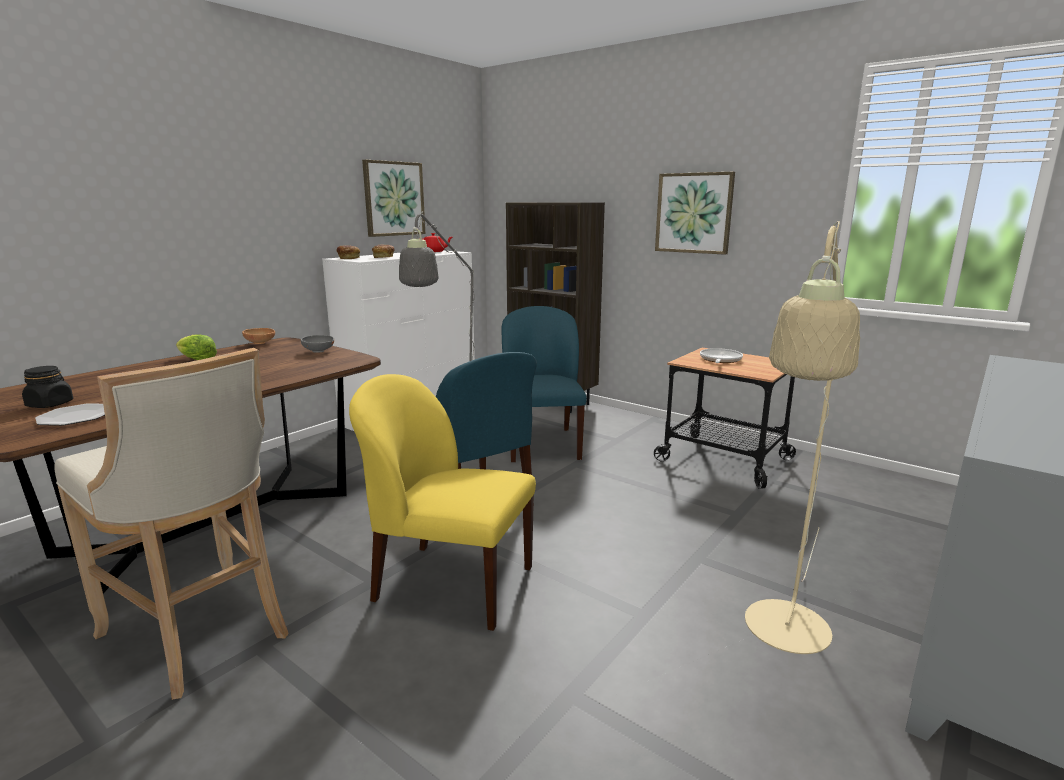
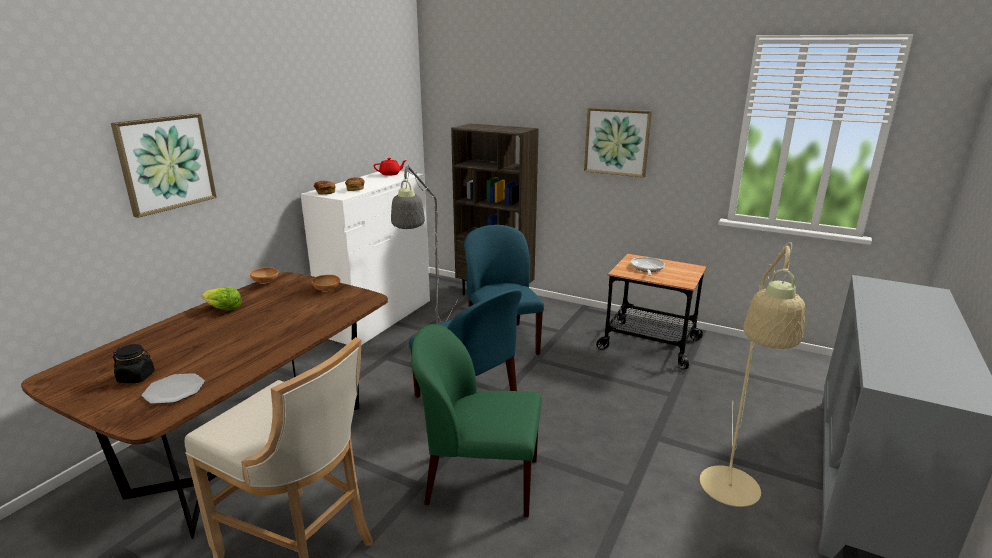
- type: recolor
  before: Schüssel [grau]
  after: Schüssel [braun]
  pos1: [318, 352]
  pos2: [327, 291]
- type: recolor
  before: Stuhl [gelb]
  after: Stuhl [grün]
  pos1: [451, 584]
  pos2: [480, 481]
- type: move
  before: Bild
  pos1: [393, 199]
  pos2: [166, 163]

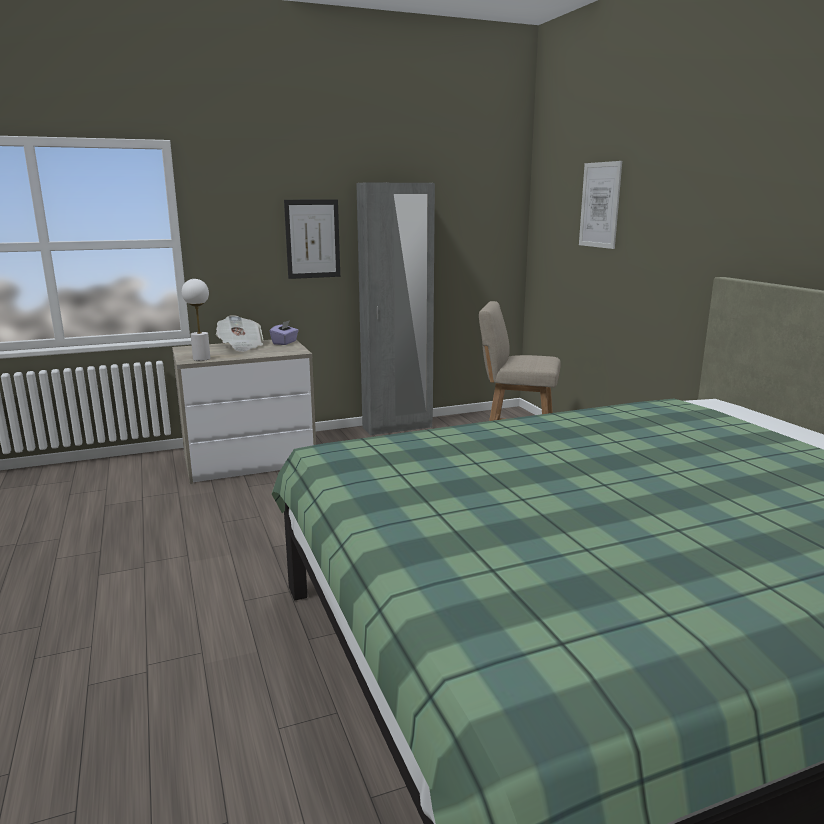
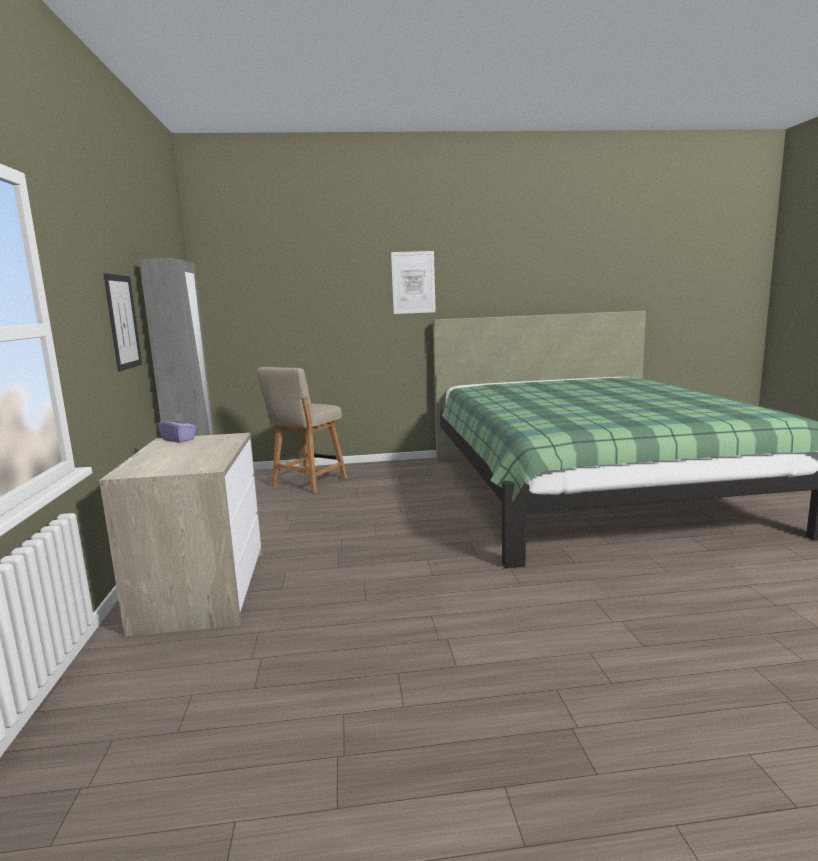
- type: delete
  before: Tischlampe [weiß]
  pos1: [201, 359]
- type: delete
  before: Zeitung
  pos1: [241, 346]
- type: move
  before: Bild
  pos1: [600, 205]
  pos2: [413, 282]

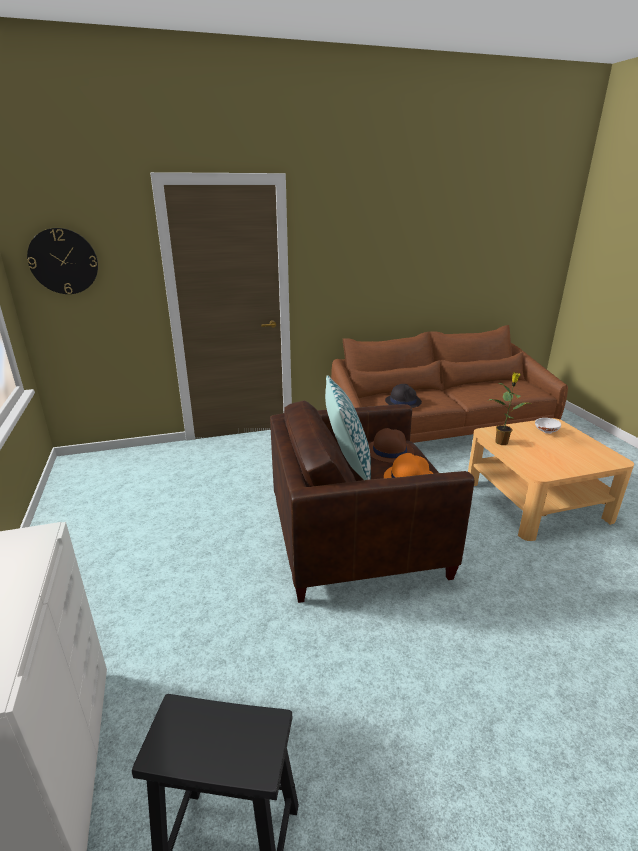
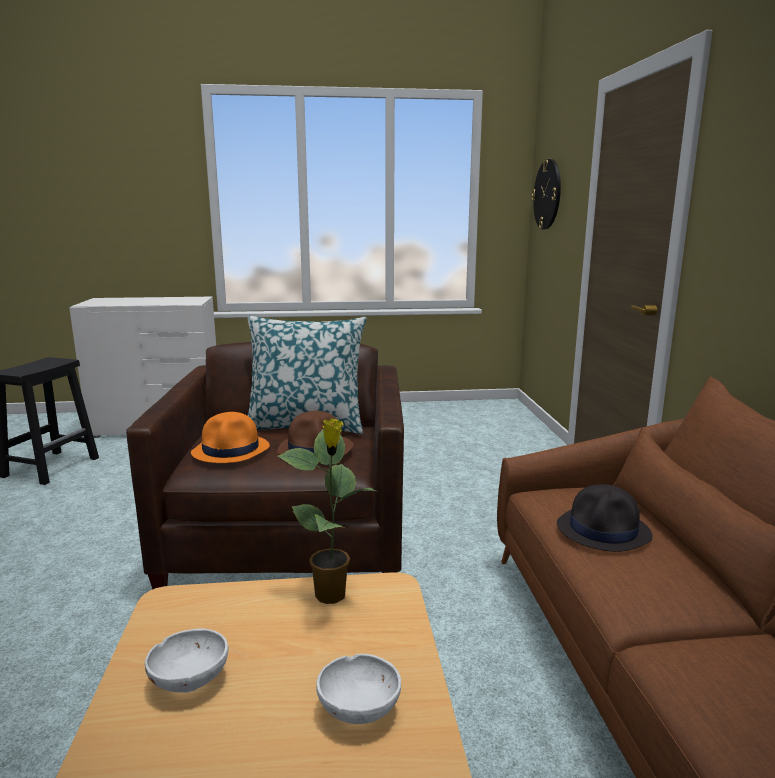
- type: insert
  after: Schüssel [weiß]
  pos2: [190, 679]

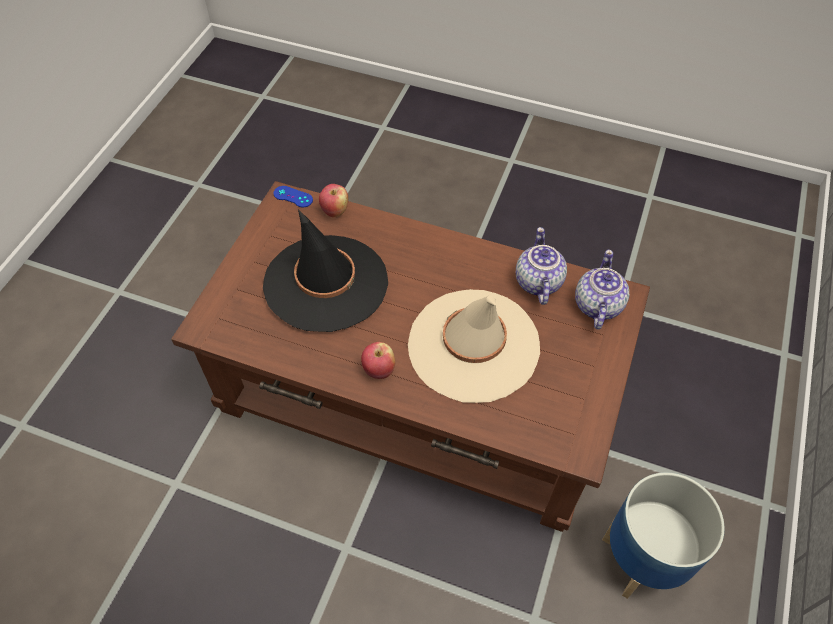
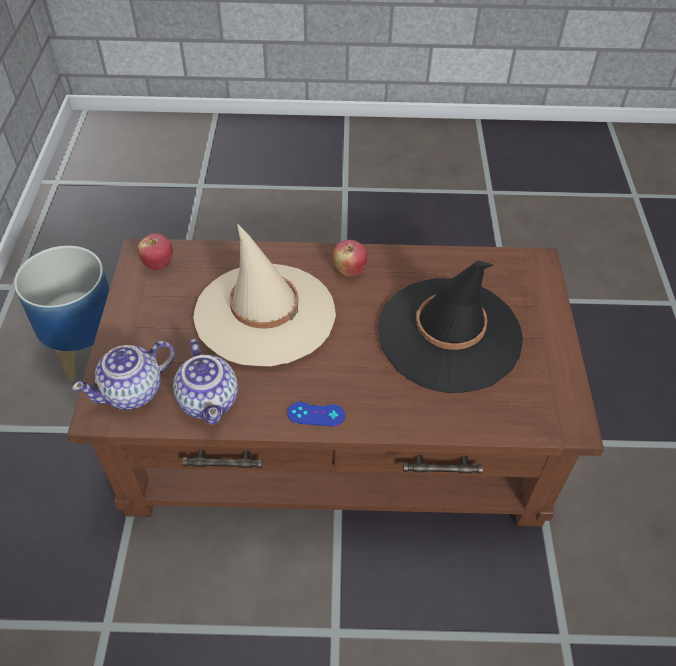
- type: move
  before: Gamepad [blau]
  pos1: [293, 197]
  pos2: [316, 414]
- type: move
  before: Apfel
  pos1: [335, 211]
  pos2: [158, 264]
- type: rotate
  before: Teekanne
  pos1: [597, 305]
  pos2: [133, 391]
  turn: 60

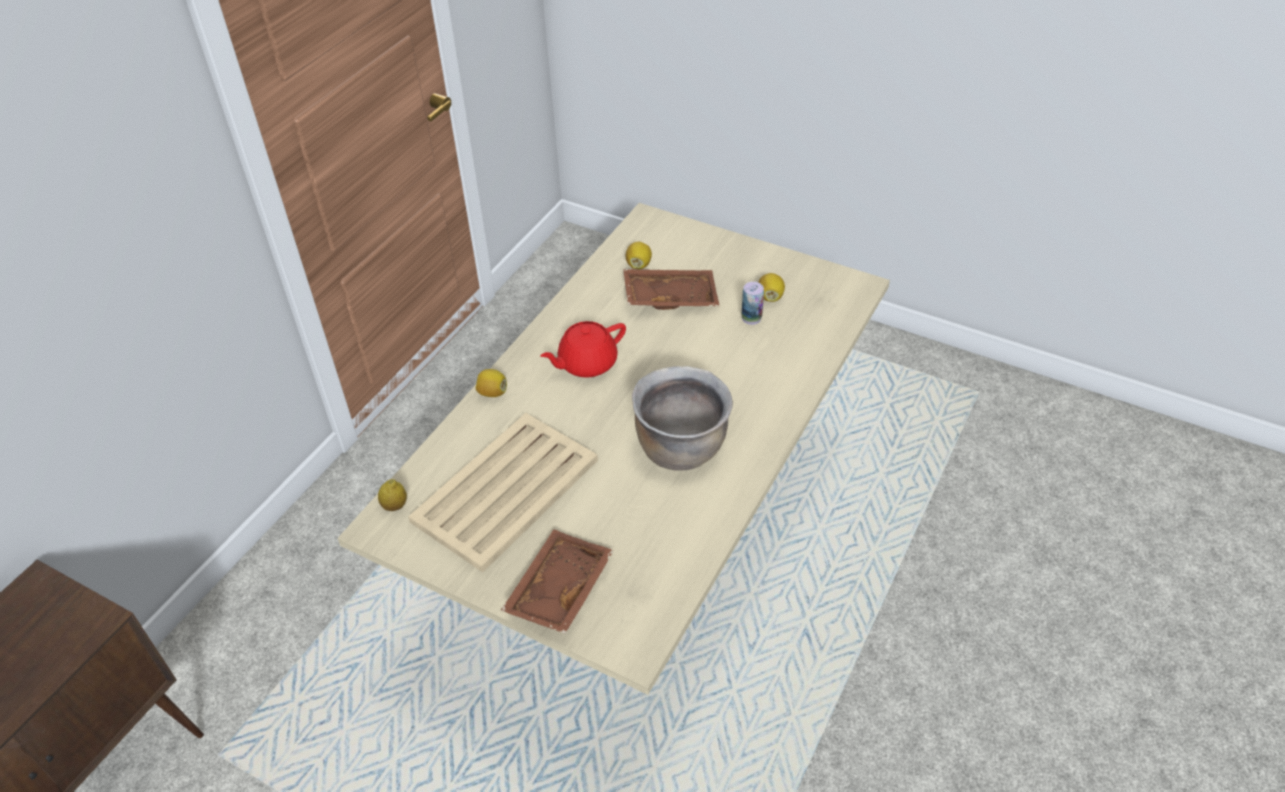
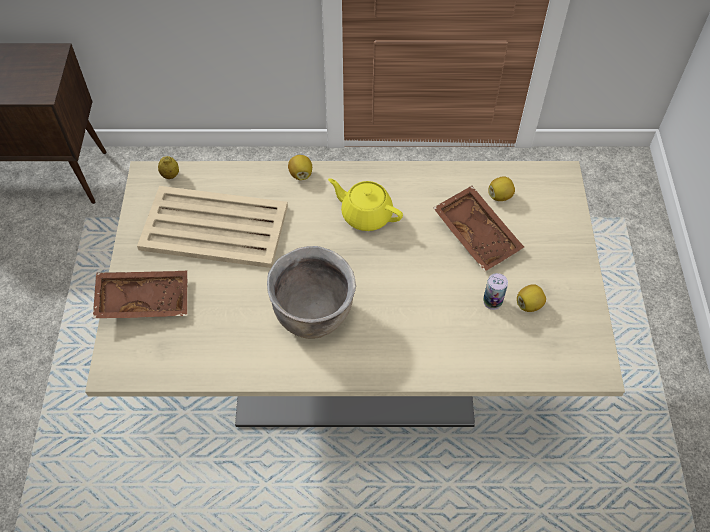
- type: recolor
  before: Teekanne [rot]
  after: Teekanne [gelb]
  pos1: [586, 363]
  pos2: [365, 214]

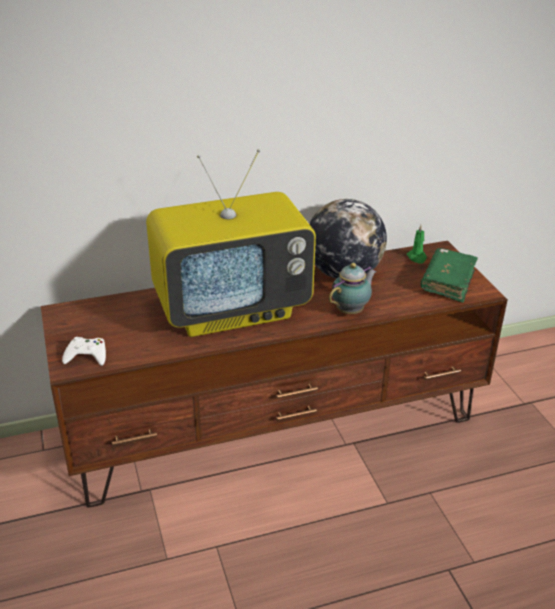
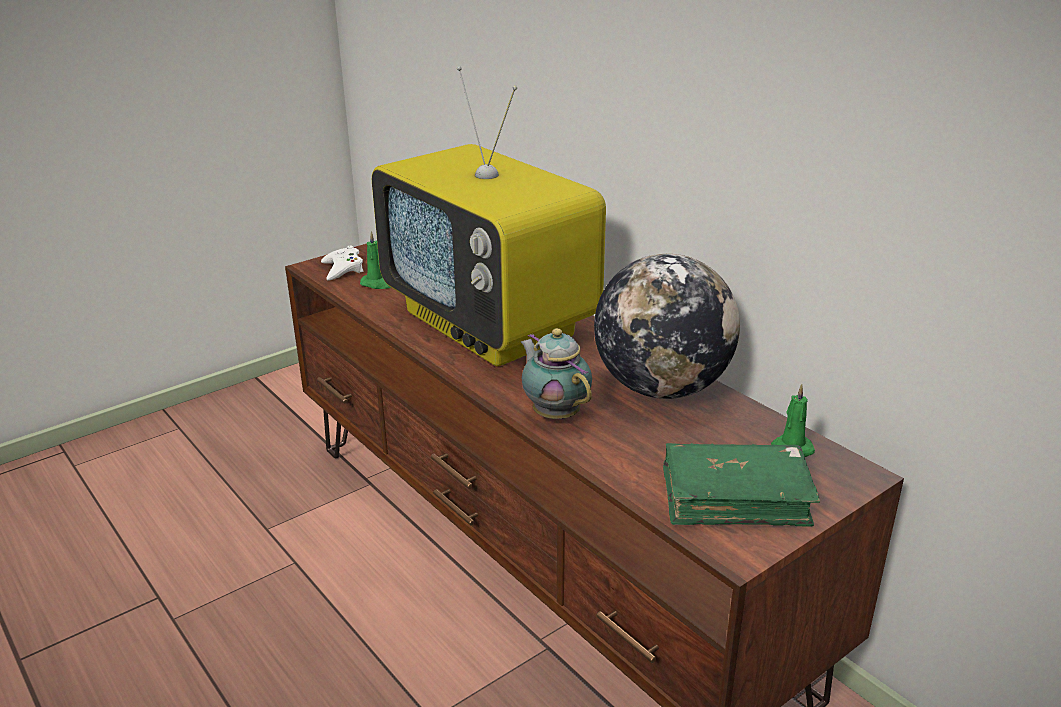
- type: rotate
  before: Teekanne
  pos1: [351, 311]
  pos2: [555, 413]
  turn: -150
- type: insert
  after: Kerze [grün]
  pos2: [377, 284]

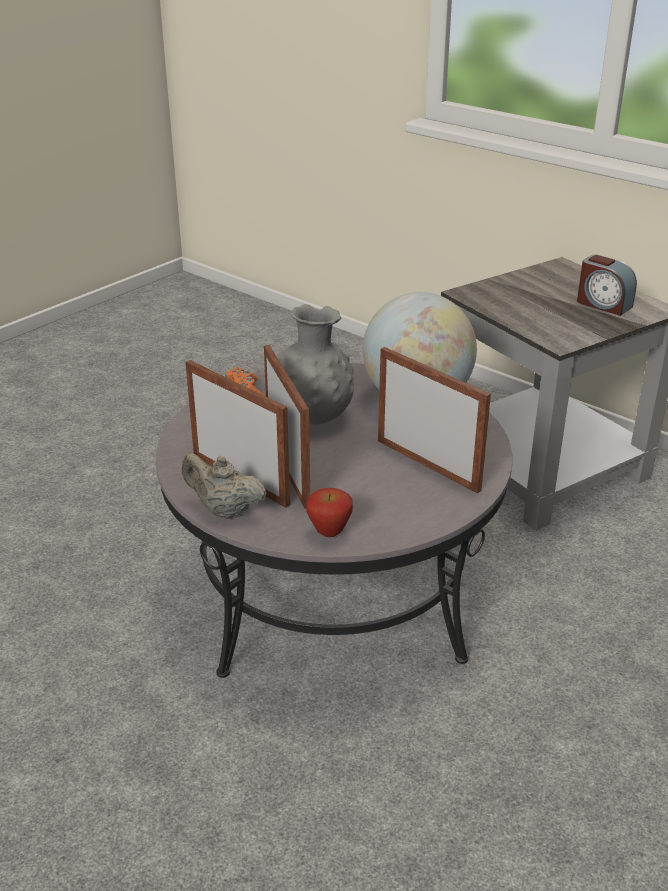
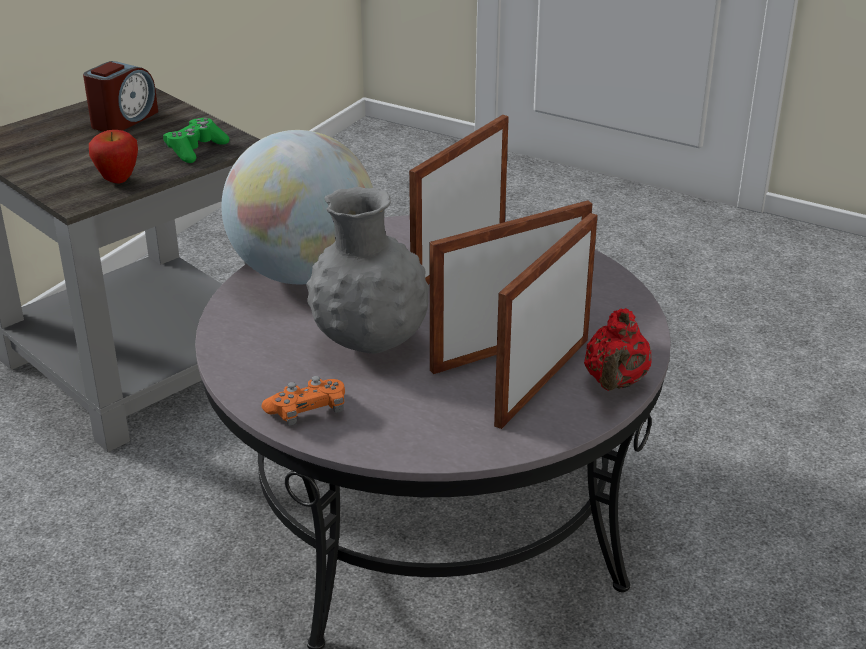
- type: recolor
  before: Teekanne [beige]
  after: Teekanne [rot]
  pos1: [224, 510]
  pos2: [615, 382]
- type: move
  before: Apfel
  pos1: [329, 532]
  pos2: [117, 180]
- type: insert
  after: Gamepad [grün]
  pos2: [195, 150]

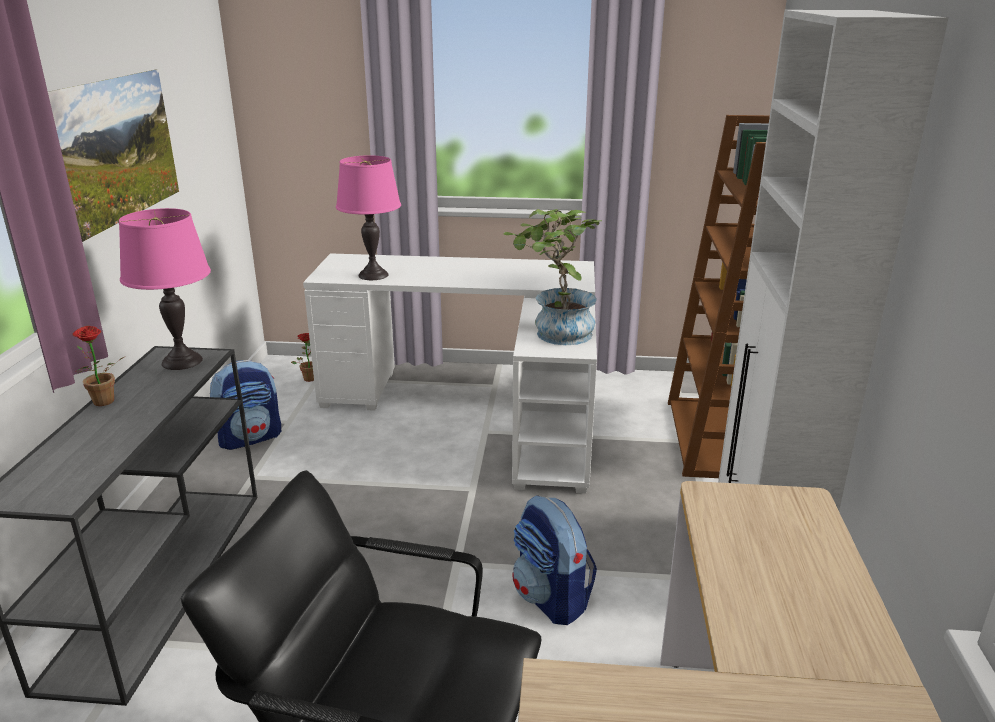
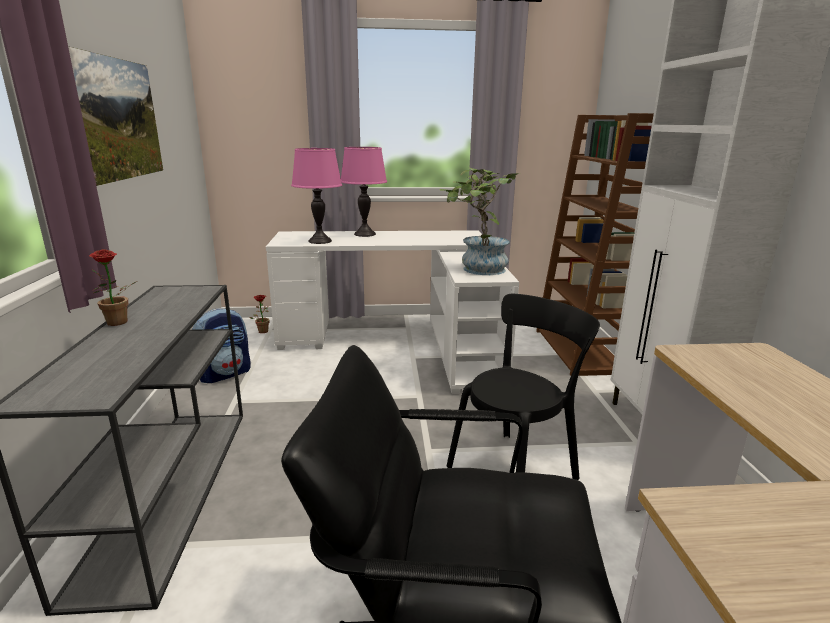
- type: move
  before: Tischlampe [rosa]
  pos1: [182, 361]
  pos2: [365, 234]
- type: replace
  before: Rucksack
  after: Stuhl [schwarz]
  pos1: [551, 598]
  pos2: [515, 469]

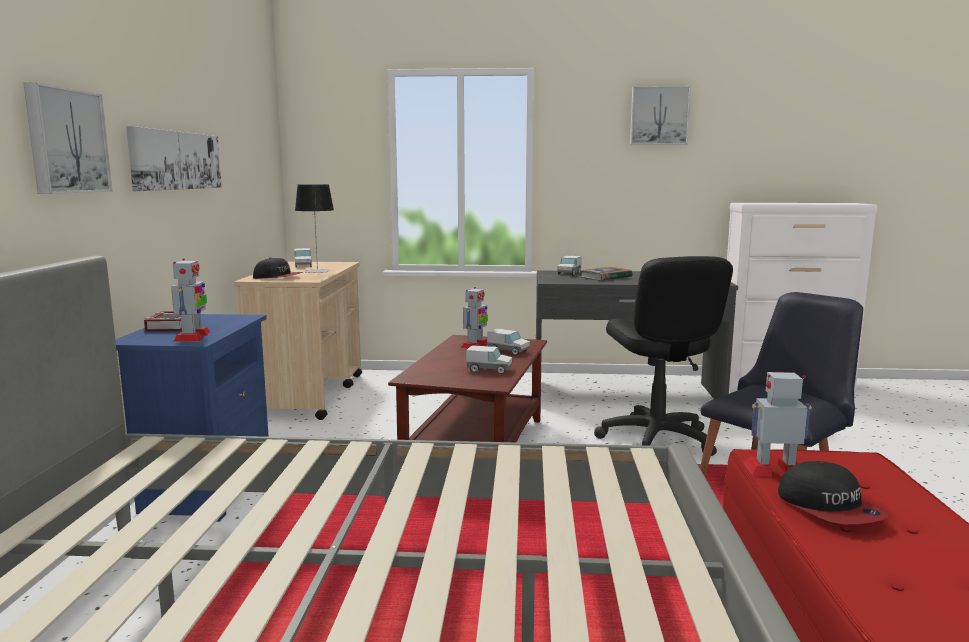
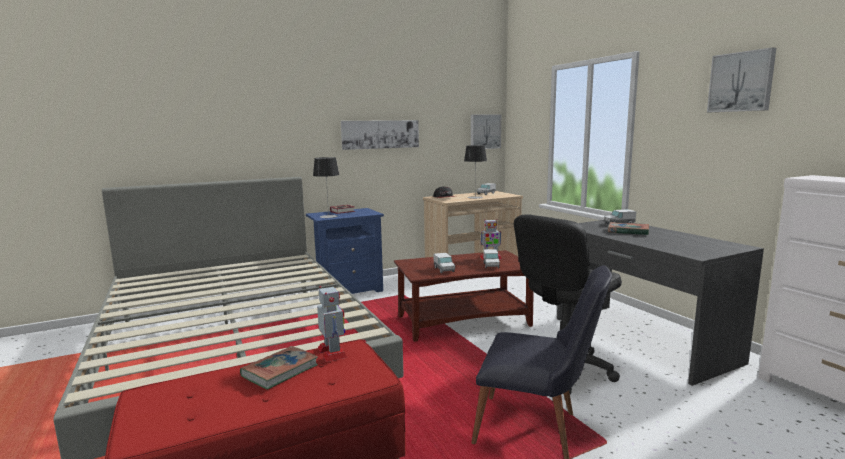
- type: move
  before: Bild
  pos1: [65, 141]
  pos2: [484, 131]
- type: replace
  before: Spielzeugroboter
  after: Tischlampe
  pos1: [192, 337]
  pos2: [328, 216]
- type: replace
  before: Kappe
  after: Buch
  pos1: [829, 508]
  pos2: [280, 371]

